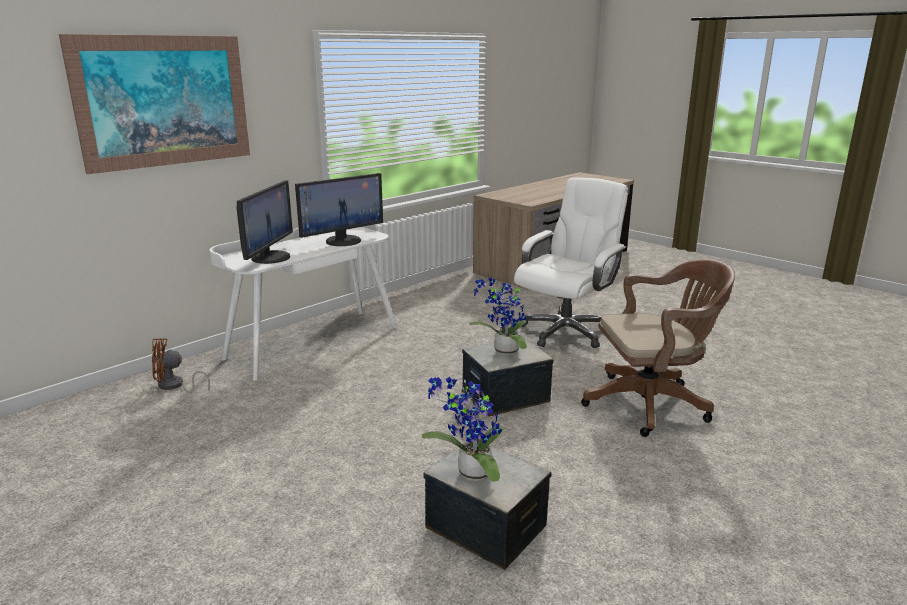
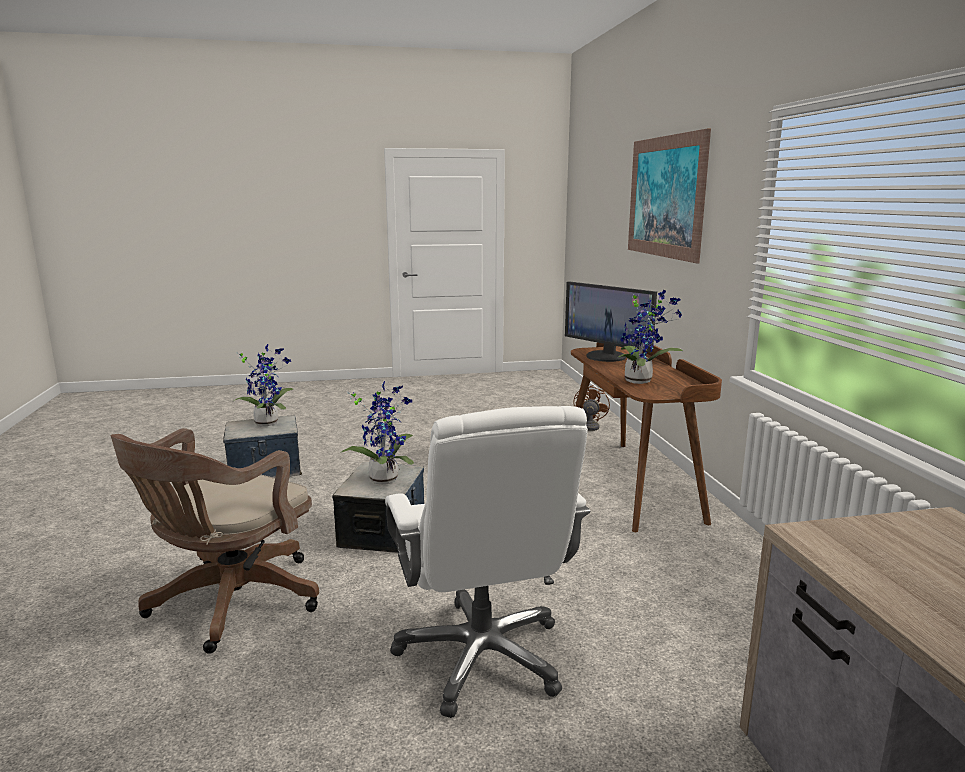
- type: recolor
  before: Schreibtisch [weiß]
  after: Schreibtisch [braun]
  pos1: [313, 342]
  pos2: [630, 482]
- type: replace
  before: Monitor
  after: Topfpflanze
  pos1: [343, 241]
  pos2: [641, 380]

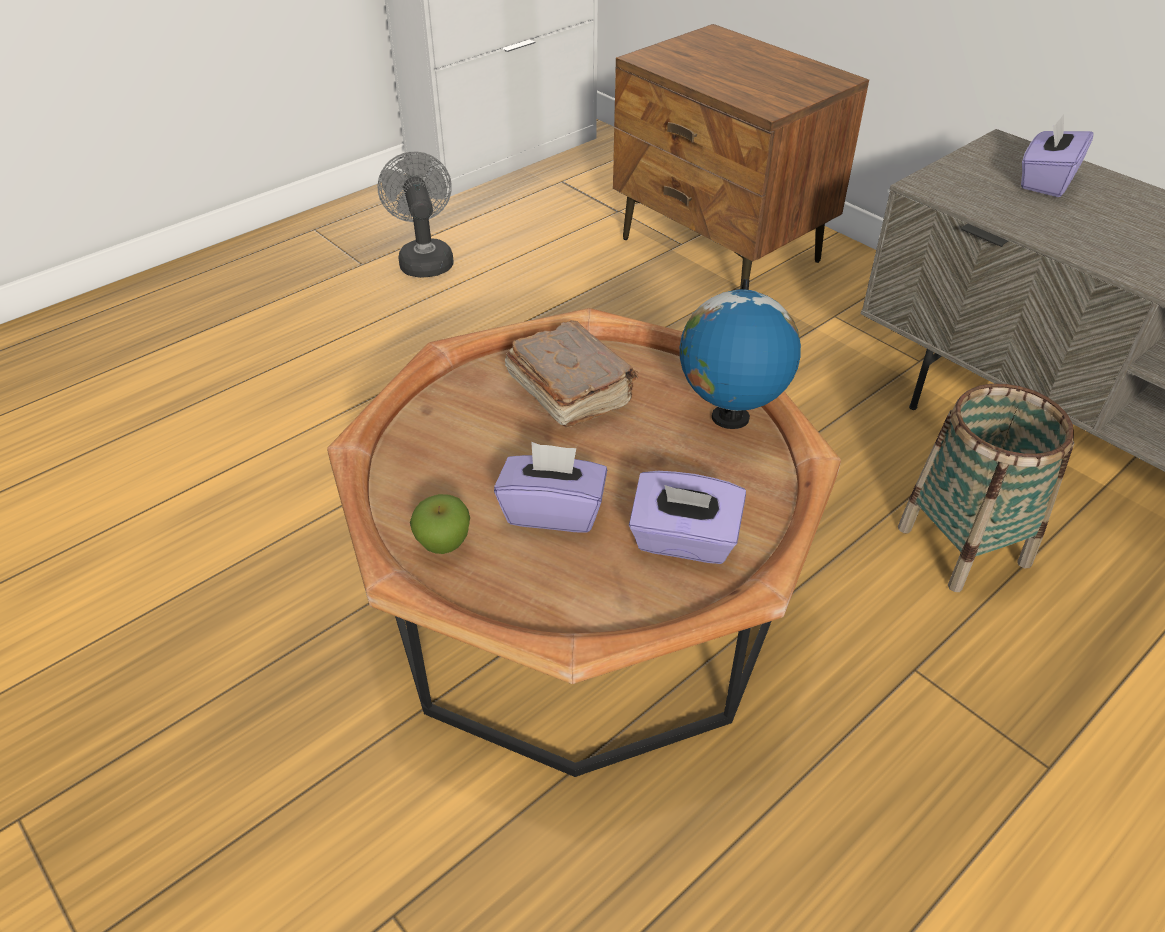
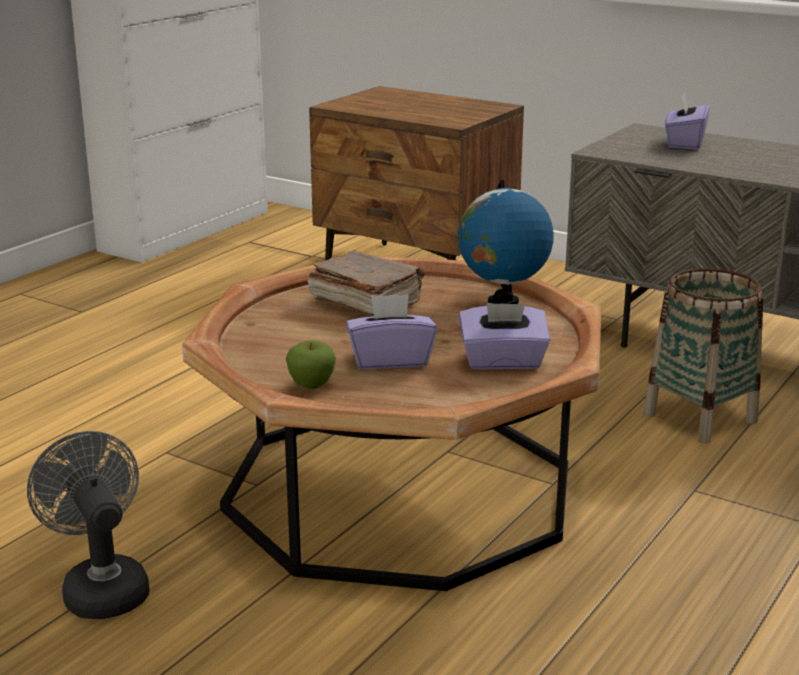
- type: move
  before: Ventilator [grau]
  pos1: [424, 259]
  pos2: [101, 588]

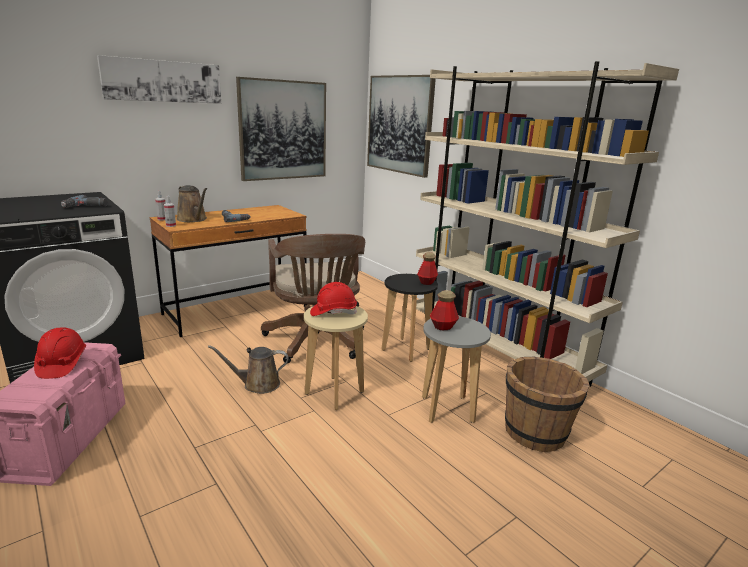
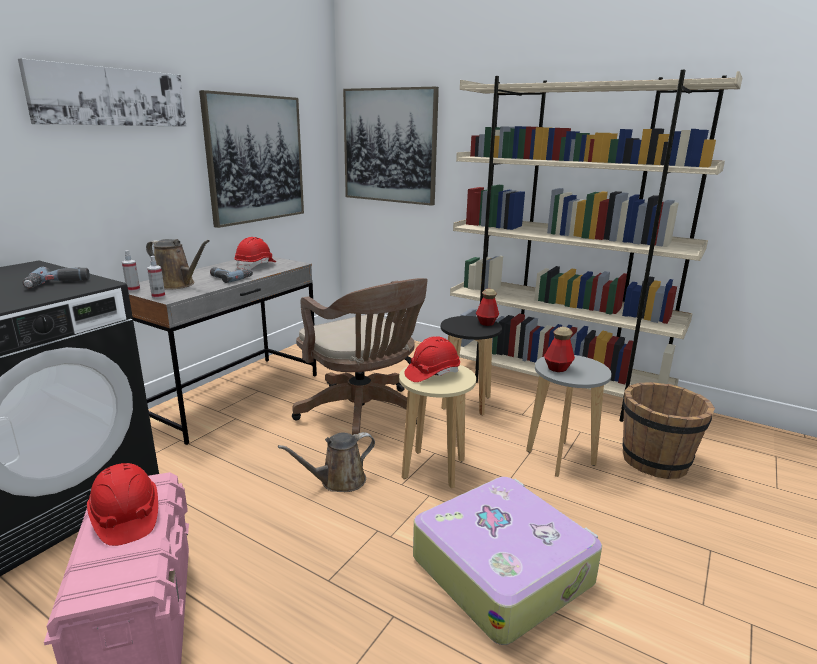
- type: recolor
  before: Schreibtisch [braun]
  after: Schreibtisch [grau]
  pos1: [236, 310]
  pos2: [233, 396]
- type: insert
  after: Schutzhelm [rot]
  pos2: [256, 266]
- type: insert
  after: Koffer
  pos2: [502, 568]

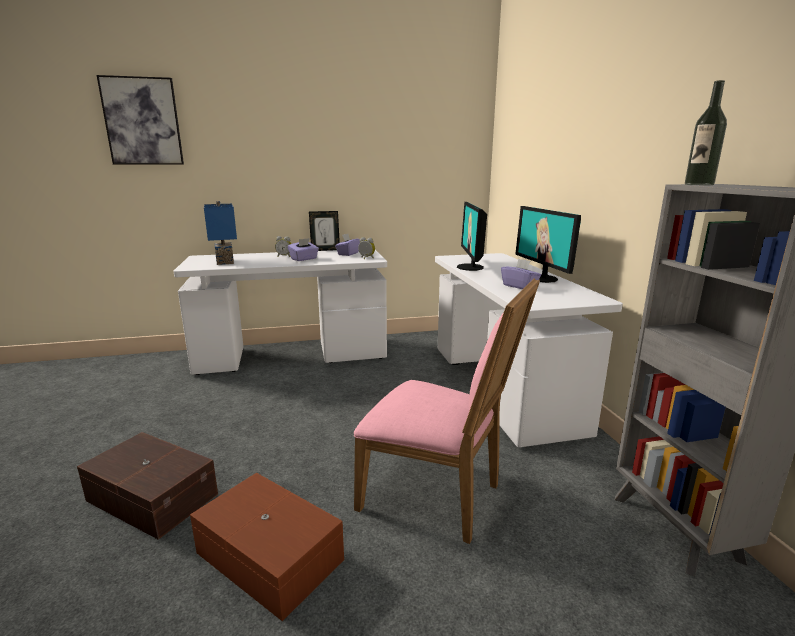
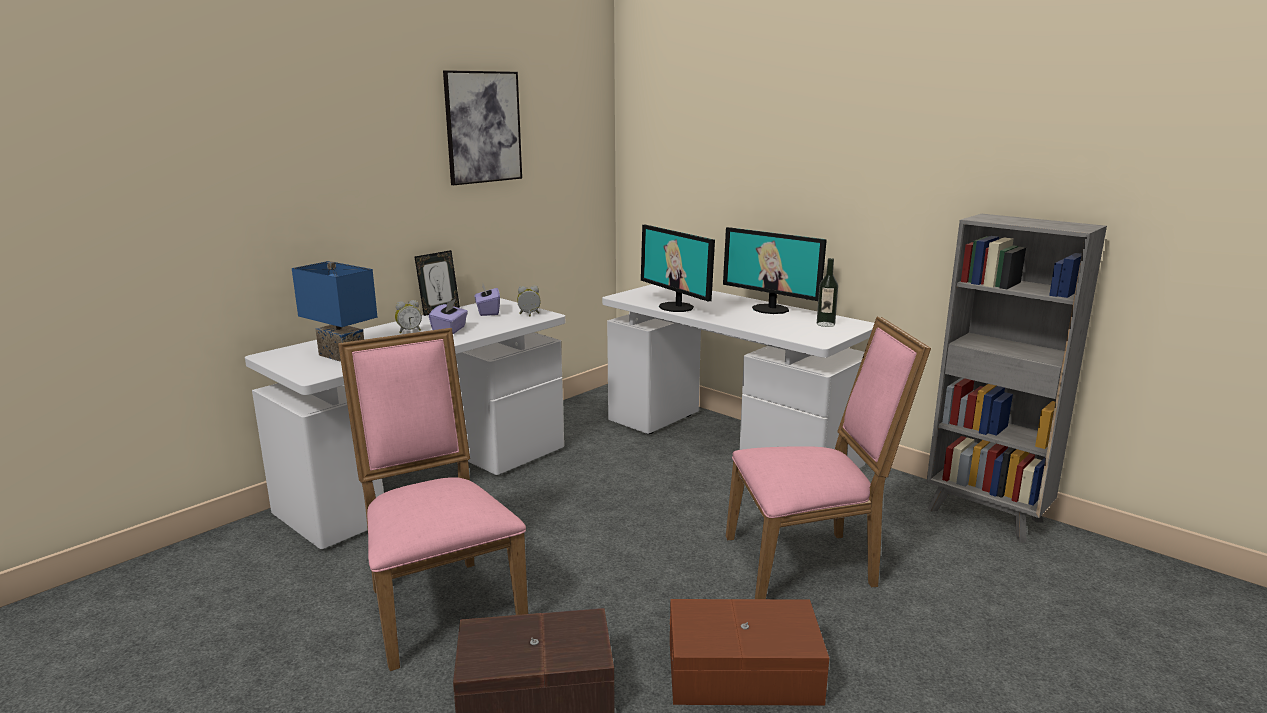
- type: move
  before: Bild
  pos1: [142, 121]
  pos2: [483, 127]
- type: delete
  before: Taschentuchbox [lila]
  pos1: [519, 286]
- type: move
  before: Flasche
  pos1: [699, 184]
  pos2: [825, 324]
- type: insert
  after: Stuhl [rosa]
  pos2: [439, 603]

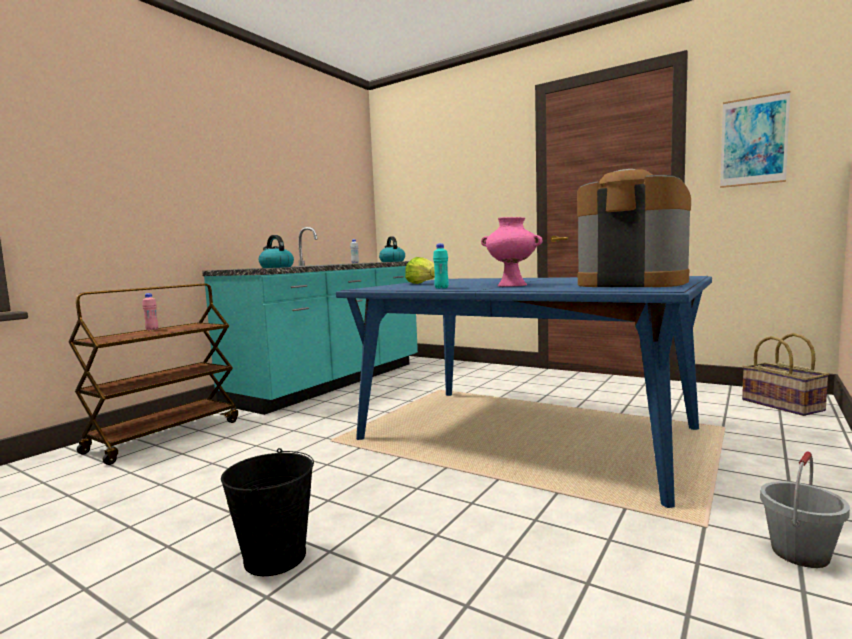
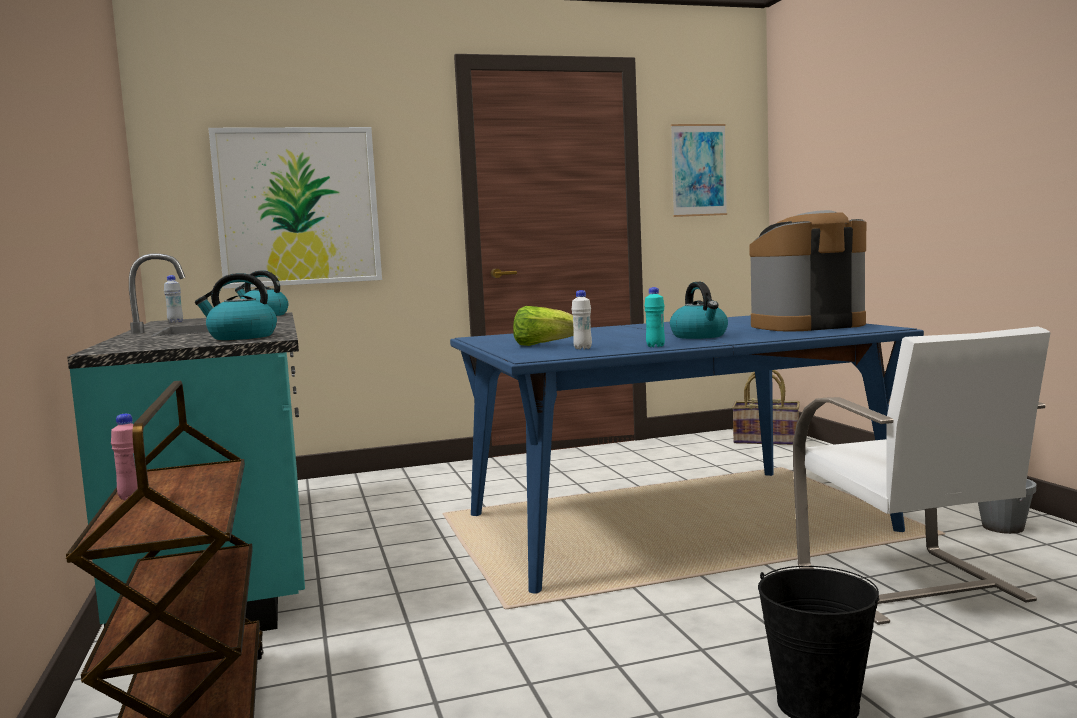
- type: replace
  before: Vase [rosa]
  after: Wasserkessel
  pos1: [513, 285]
  pos2: [700, 336]
- type: insert
  after: Bild
  pos2: [298, 207]
- type: insert
  after: Flasche [weiß]
  pos2: [582, 348]
- type: insert
  after: Stuhl [weiß]
  pos2: [911, 586]

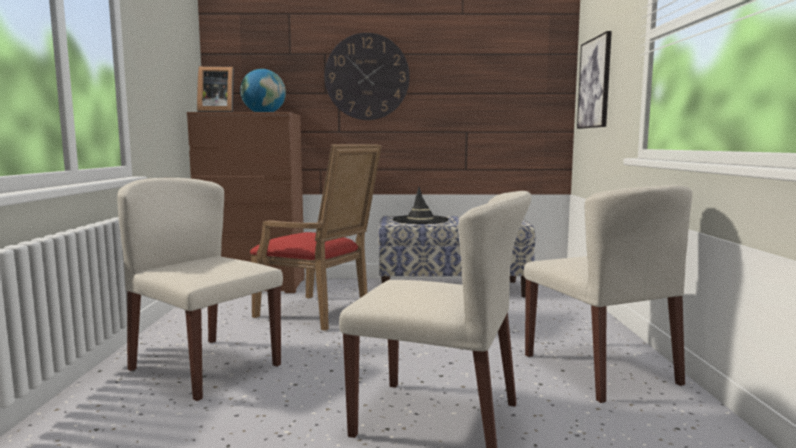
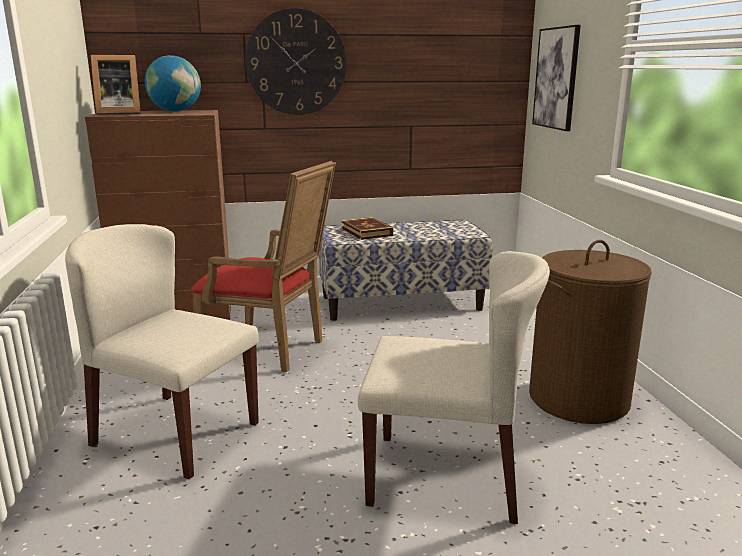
- type: replace
  before: Hut [schwarz]
  after: Buch
  pos1: [420, 220]
  pos2: [366, 232]
- type: replace
  before: Stuhl [beige]
  after: Wäschekorb [braun]
  pos1: [600, 369]
  pos2: [578, 399]

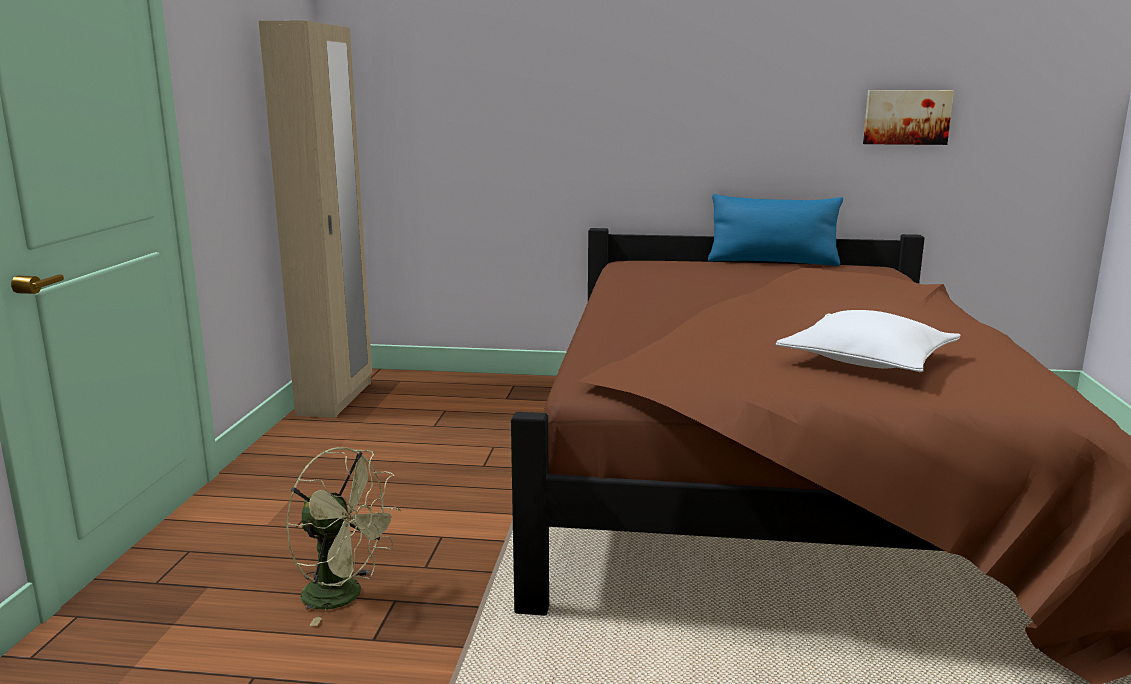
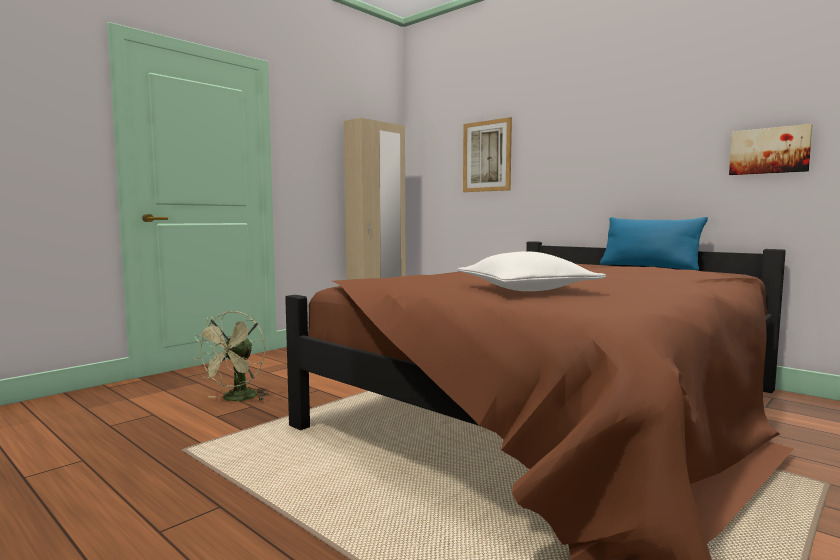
- type: rotate
  before: Ventilator [grün]
  pos1: [344, 596]
  pos2: [236, 399]
  turn: 45
- type: insert
  after: Bild
  pos2: [487, 156]

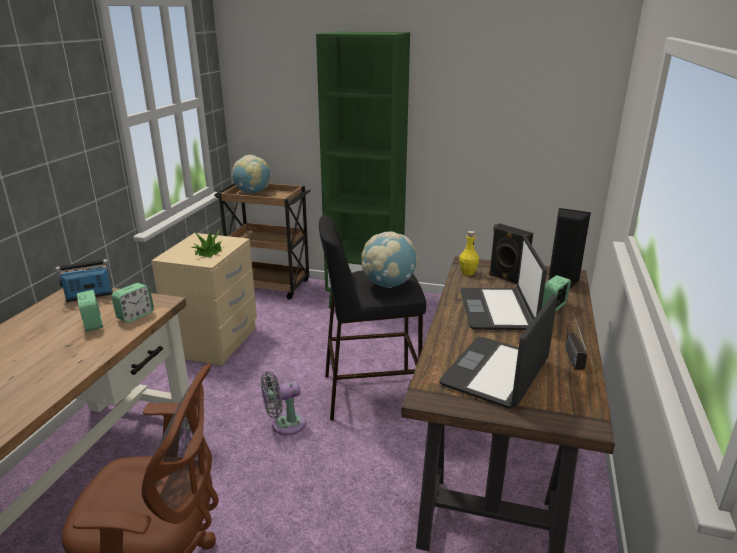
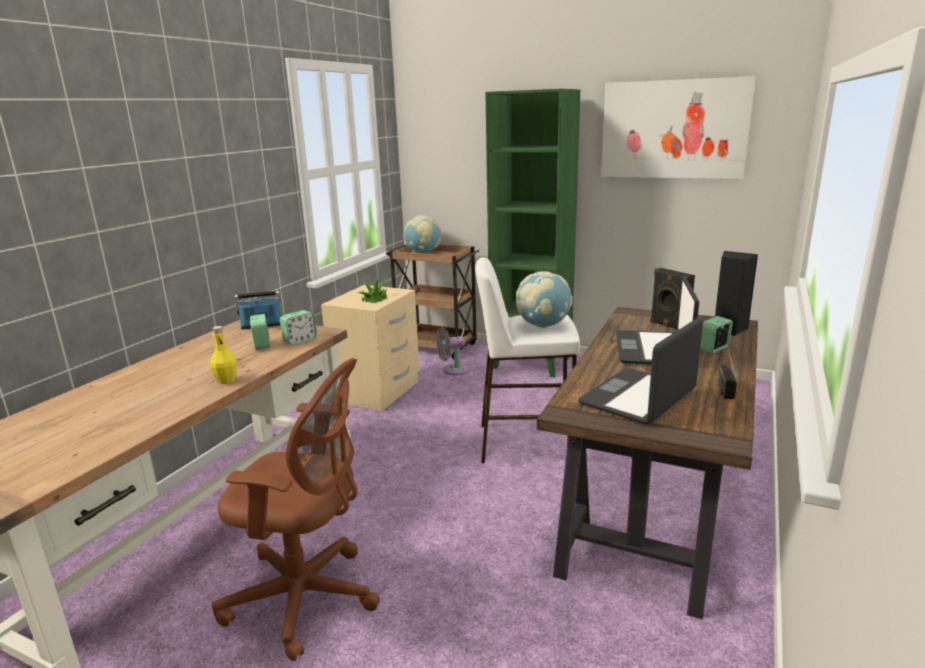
- type: move
  before: Ventilator [grau]
  pos1: [284, 424]
  pos2: [452, 370]
- type: recolor
  before: Hocker [schwarz]
  after: Hocker [weiß]
  pos1: [370, 393]
  pos2: [525, 442]
- type: move
  before: Flasche [gelb]
  pos1: [468, 273]
  pos2: [226, 380]
- type: insert
  after: Bild
  pos2: [673, 129]

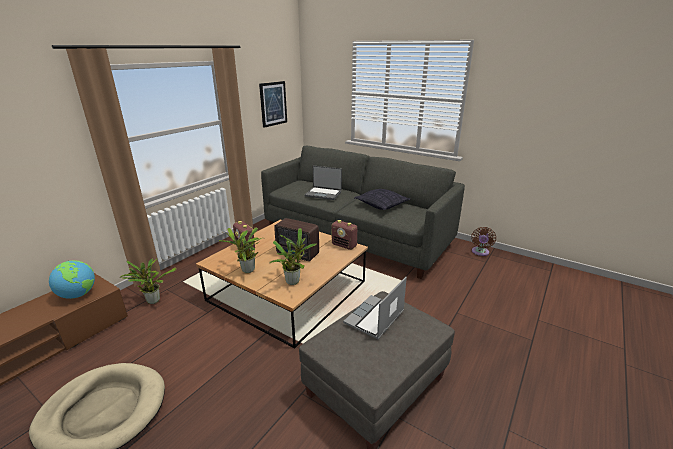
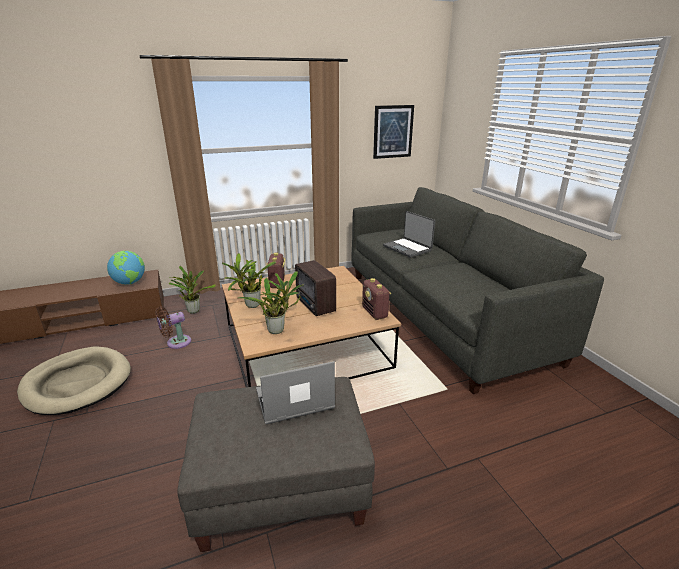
- type: delete
  before: Kissen
  pos1: [382, 205]
- type: move
  before: Ventilator [braun]
  pos1: [480, 252]
  pos2: [176, 343]

